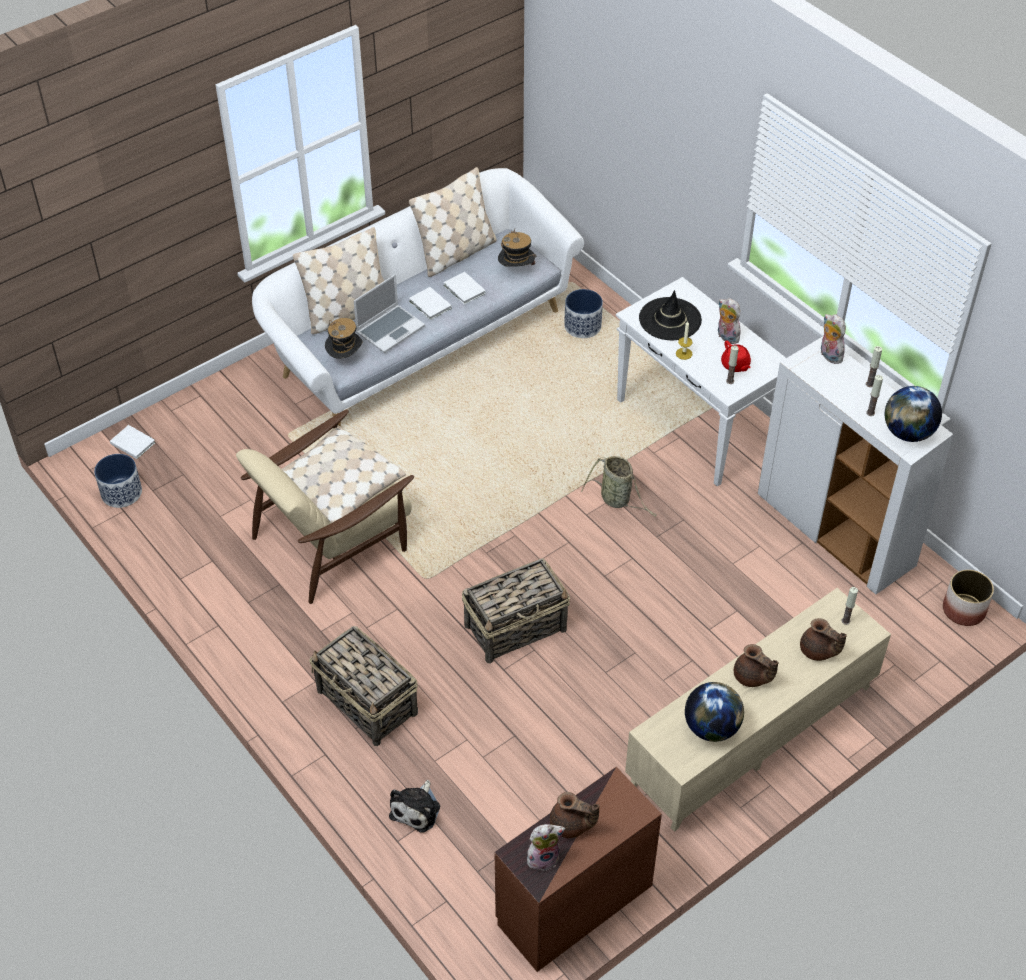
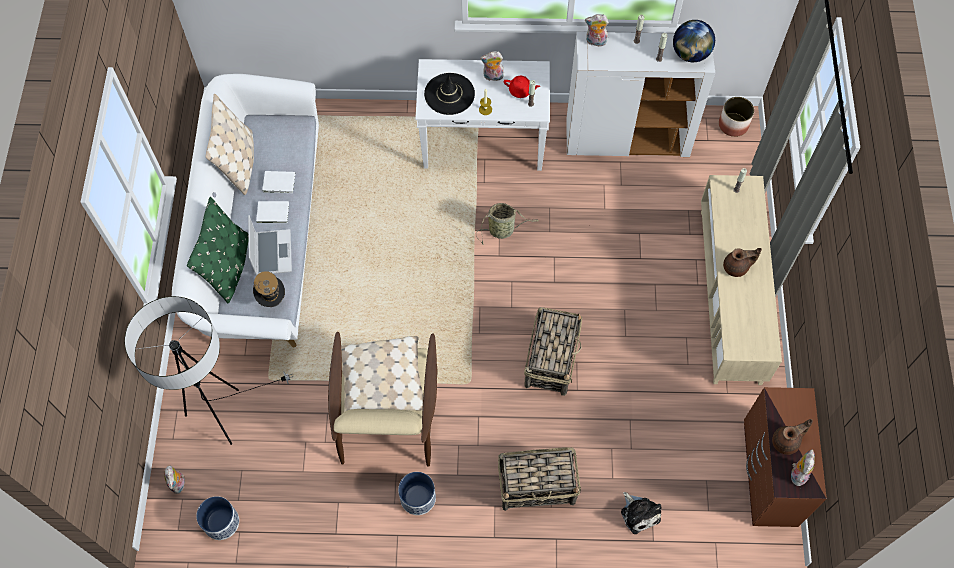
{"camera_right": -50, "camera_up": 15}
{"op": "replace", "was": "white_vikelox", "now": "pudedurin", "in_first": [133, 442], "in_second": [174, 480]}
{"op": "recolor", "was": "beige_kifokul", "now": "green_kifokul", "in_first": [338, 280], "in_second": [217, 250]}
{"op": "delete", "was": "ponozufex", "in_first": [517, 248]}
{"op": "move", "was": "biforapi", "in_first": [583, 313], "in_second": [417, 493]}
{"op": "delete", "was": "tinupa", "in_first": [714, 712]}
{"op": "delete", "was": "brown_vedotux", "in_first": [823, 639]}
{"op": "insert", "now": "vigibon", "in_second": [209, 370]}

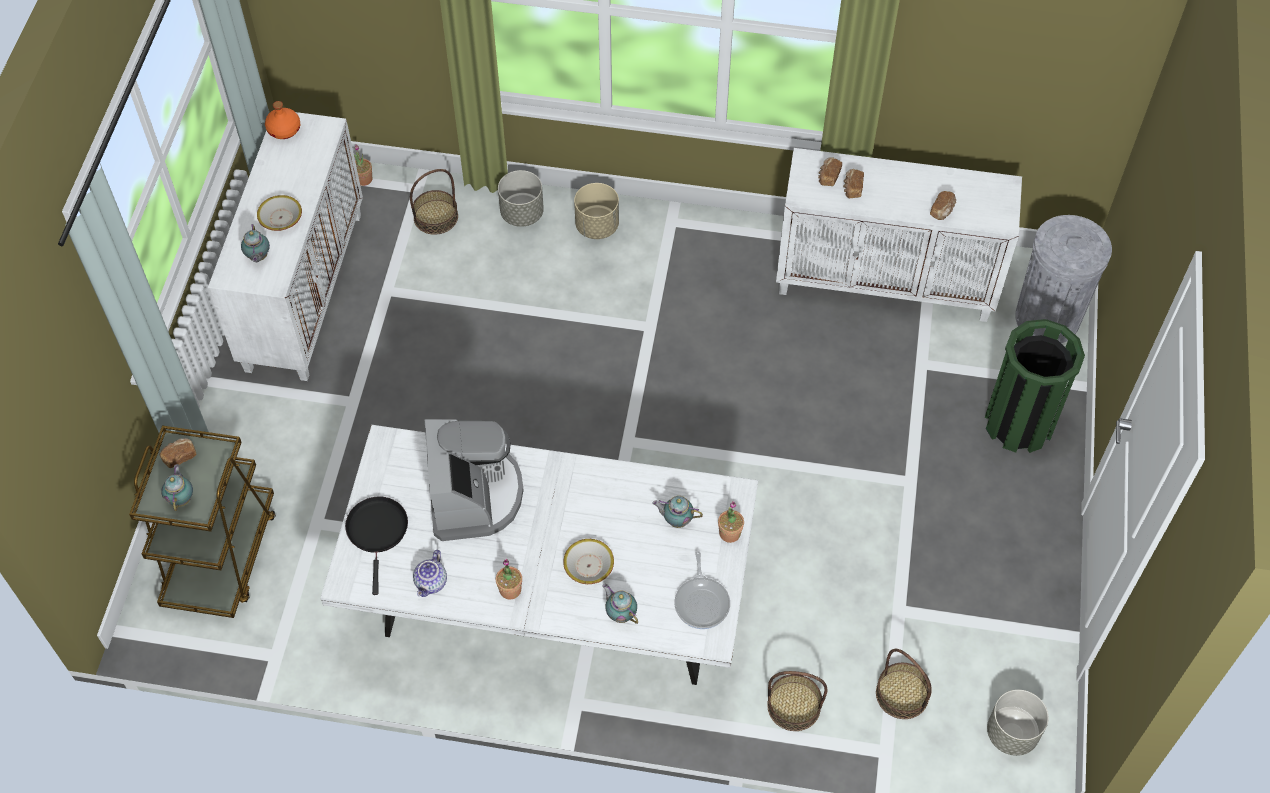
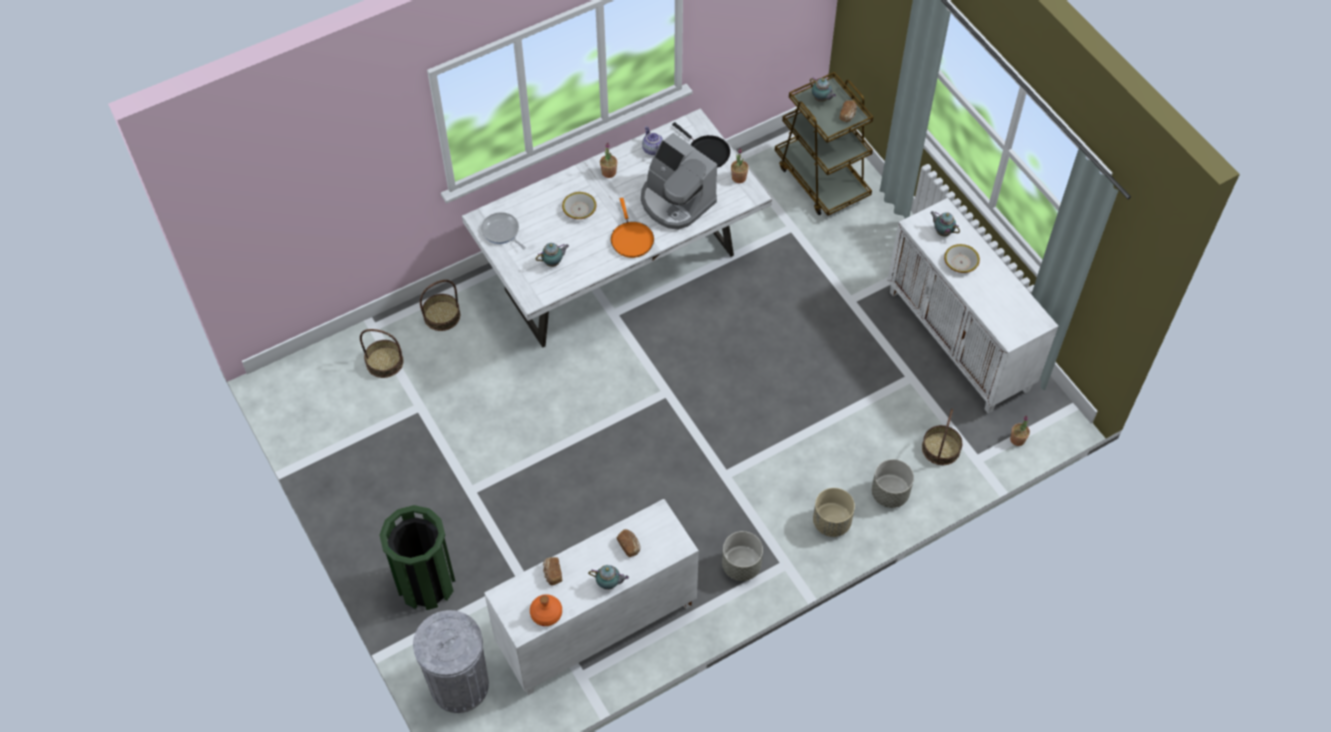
{"camera_right": 140, "camera_up": 0}
{"op": "move", "was": "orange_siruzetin", "in_first": [282, 120], "in_second": [546, 610]}
{"op": "move", "was": "vedotux", "in_first": [620, 604], "in_second": [608, 577]}
{"op": "move", "was": "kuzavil", "in_first": [731, 522], "in_second": [740, 165]}
{"op": "delete", "was": "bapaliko", "in_first": [830, 171]}
{"op": "move", "was": "grey_biforapi", "in_first": [1017, 723], "in_second": [742, 556]}
{"op": "insert", "now": "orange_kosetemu", "in_second": [632, 228]}

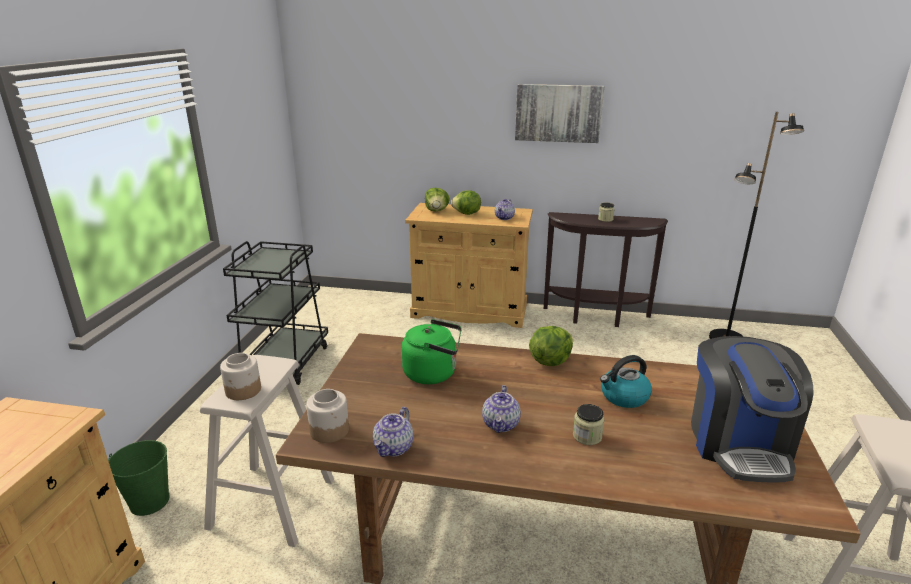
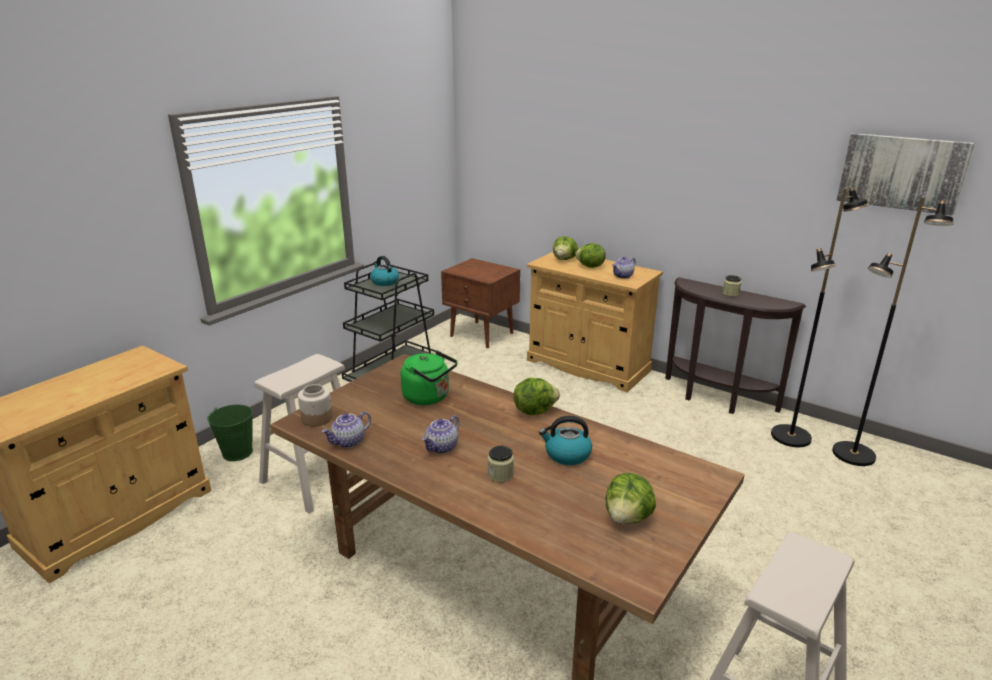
{"camera_right": 25, "camera_up": 0}
{"op": "delete", "was": "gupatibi", "in_first": [240, 376]}
{"op": "move", "was": "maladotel", "in_first": [559, 113], "in_second": [905, 174]}
{"op": "replace", "was": "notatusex", "now": "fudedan", "in_first": [752, 409], "in_second": [630, 498]}
{"op": "insert", "now": "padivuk", "in_second": [384, 271]}
{"op": "insert", "now": "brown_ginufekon", "in_second": [480, 303]}
{"op": "insert", "now": "black_vigibon", "in_second": [820, 317]}

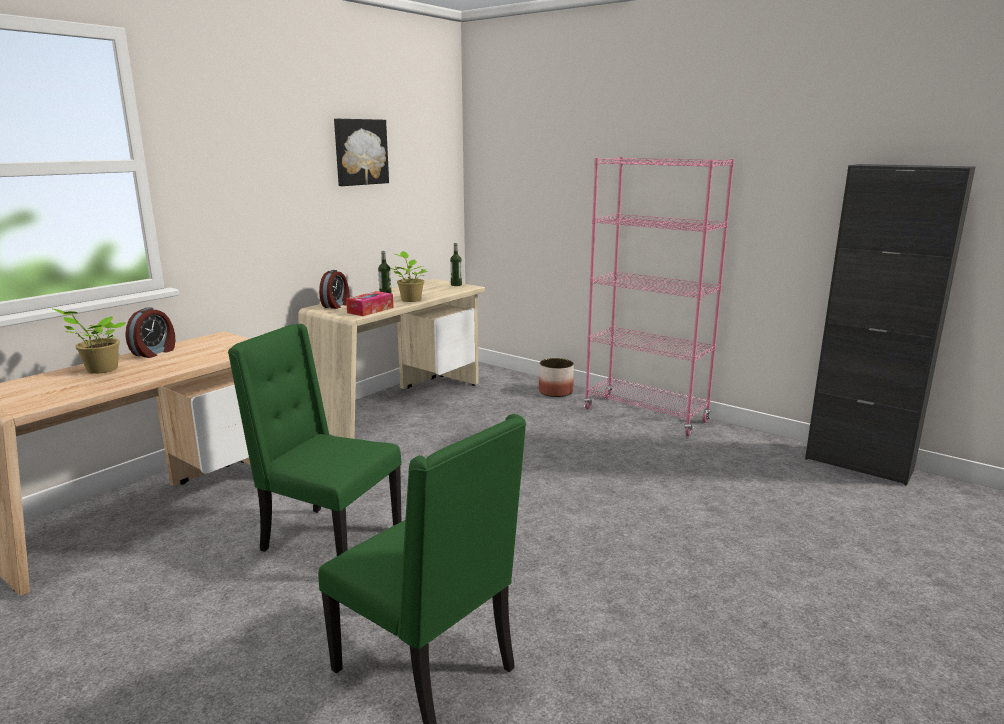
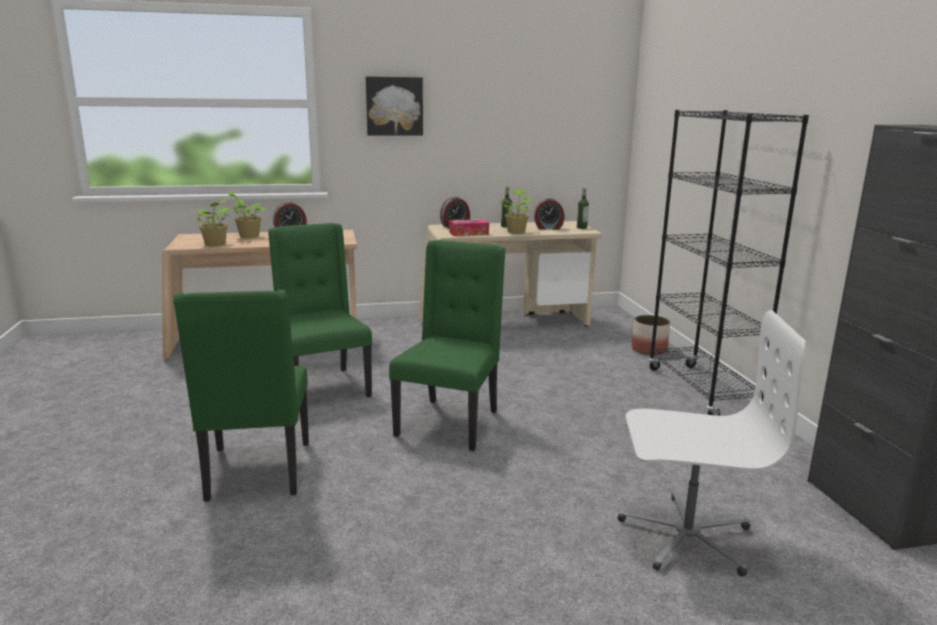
{"camera_right": 40, "camera_up": 0}
{"op": "move", "was": "maladotel", "in_first": [361, 152], "in_second": [394, 106]}
{"op": "recolor", "was": "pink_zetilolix", "now": "black_zetilolix", "in_first": [659, 296], "in_second": [728, 263]}
{"op": "insert", "now": "kuzavil", "in_second": [213, 222]}
{"op": "insert", "now": "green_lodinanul", "in_second": [447, 345]}
{"op": "insert", "now": "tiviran", "in_second": [549, 214]}
{"op": "insert", "now": "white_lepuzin", "in_second": [712, 443]}

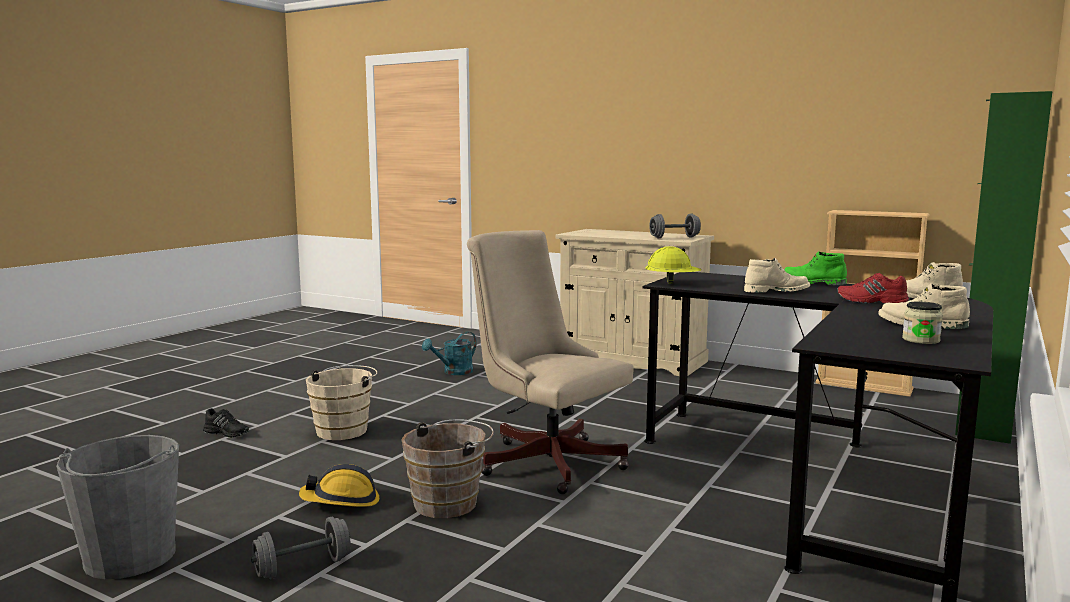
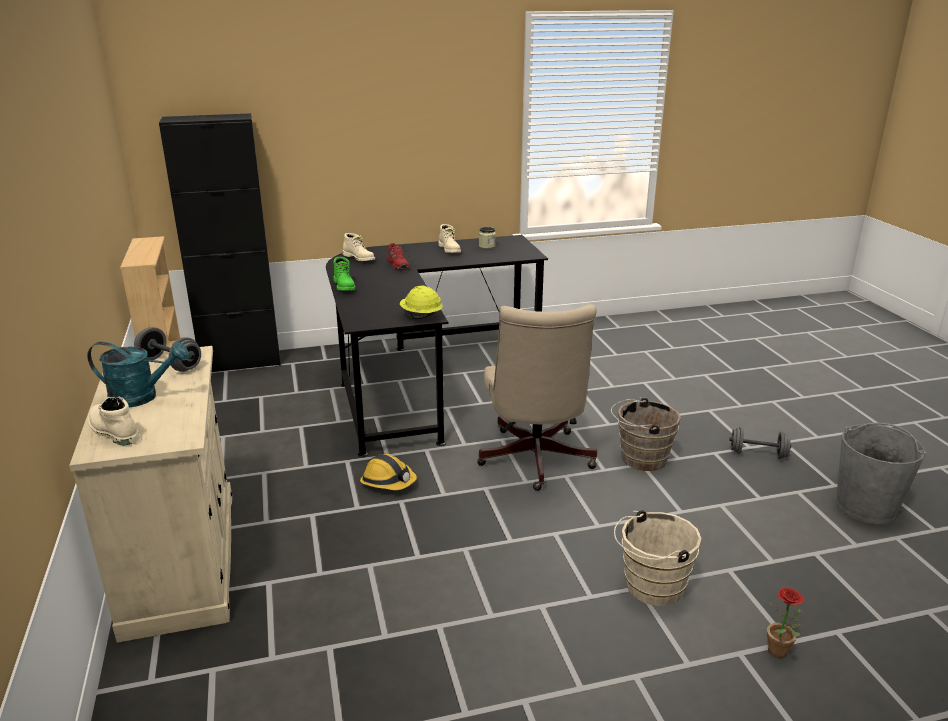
{"camera_right": -135, "camera_up": 15}
{"op": "replace", "was": "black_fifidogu", "now": "kuzavil", "in_first": [226, 423], "in_second": [785, 622]}
{"op": "move", "was": "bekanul", "in_first": [339, 485], "in_second": [388, 472]}
{"op": "move", "was": "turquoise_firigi", "in_first": [449, 353], "in_second": [138, 375]}
{"op": "move", "was": "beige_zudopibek", "in_first": [777, 275], "in_second": [114, 421]}
{"op": "recolor", "was": "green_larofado", "now": "black_larofado", "in_first": [1004, 267], "in_second": [220, 242]}

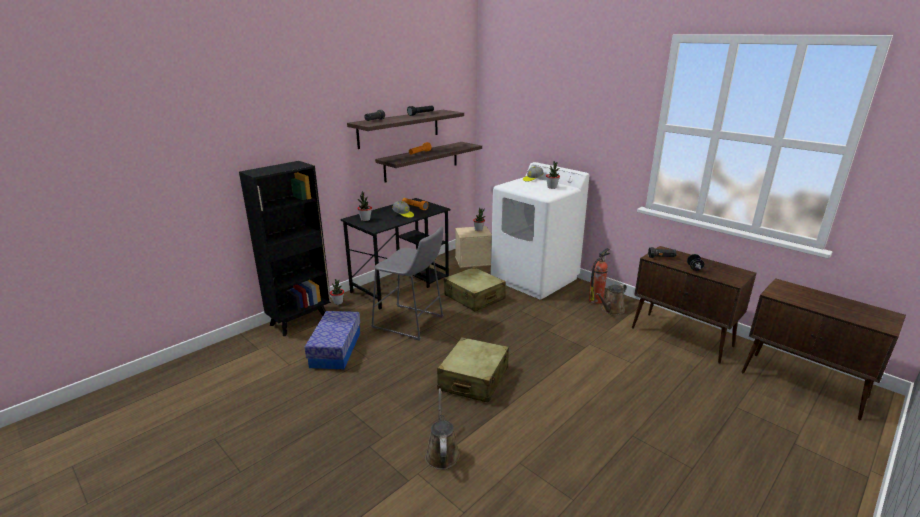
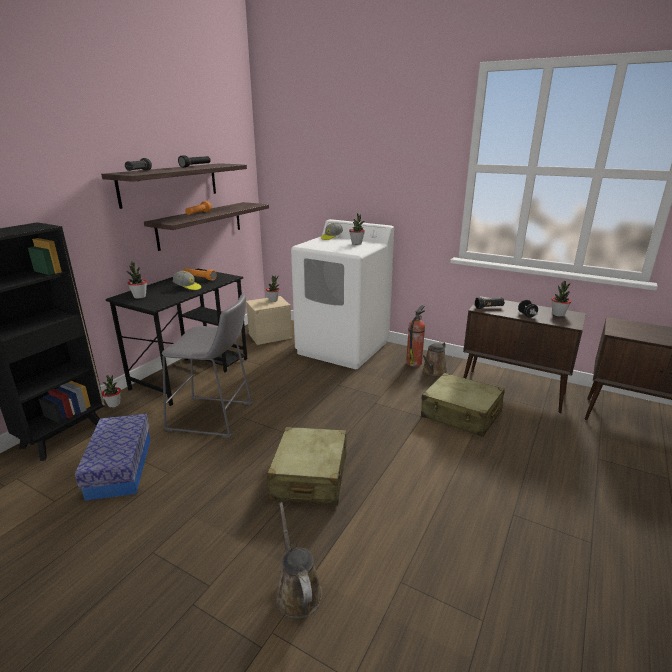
{"camera_right": -15, "camera_up": 0}
{"op": "move", "was": "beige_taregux", "in_first": [475, 289], "in_second": [463, 405]}
{"op": "insert", "now": "kuzavil", "in_second": [562, 299]}

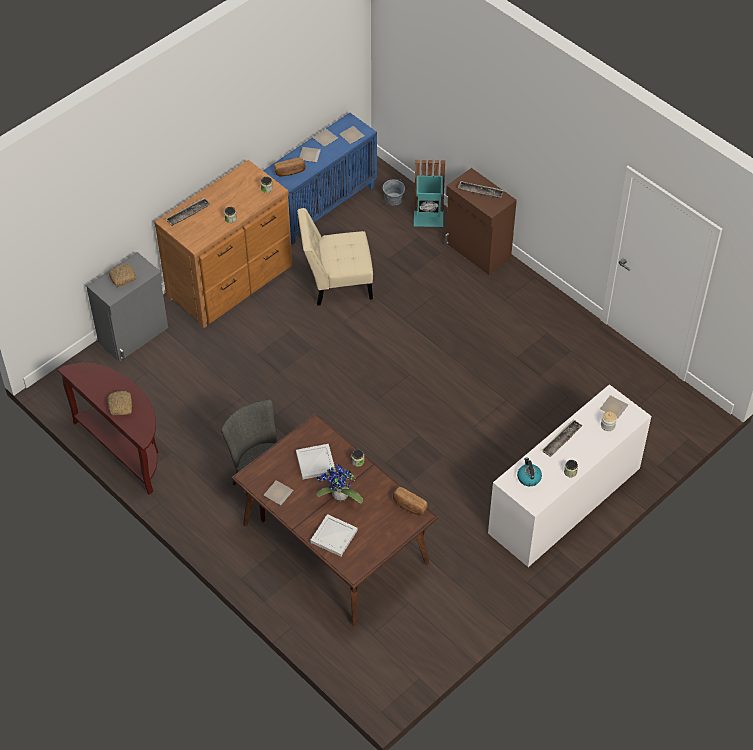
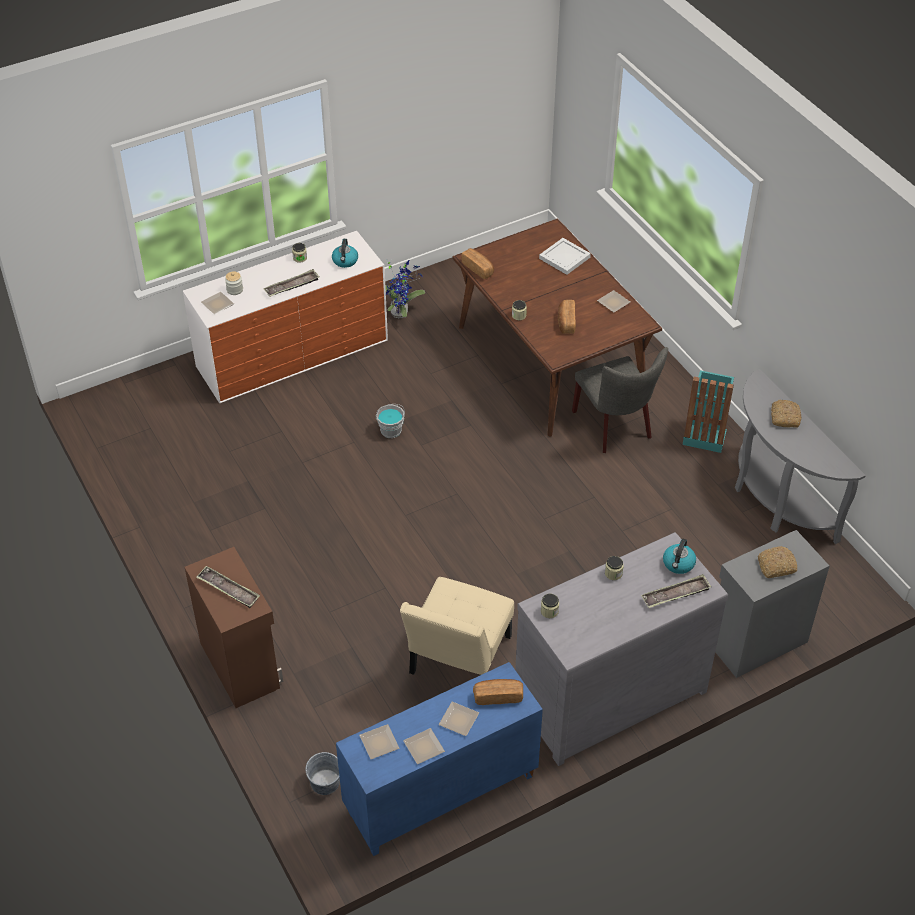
{"camera_right": -165, "camera_up": -5}
{"op": "recolor", "was": "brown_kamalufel", "now": "grey_kamalufel", "in_first": [108, 429], "in_second": [800, 456]}
{"op": "recolor", "was": "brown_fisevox", "now": "grey_fisevox", "in_first": [223, 244], "in_second": [621, 649]}
{"op": "replace", "was": "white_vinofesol", "now": "bapaliko", "in_first": [316, 461], "in_second": [567, 317]}
{"op": "rotate", "was": "beige_lodinanul", "in_first": [335, 257], "in_second": [457, 626], "clockwise": 105}
{"op": "move", "was": "kuzavil", "in_first": [339, 483], "in_second": [405, 289]}
{"op": "move", "was": "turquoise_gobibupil", "in_first": [429, 193], "in_second": [708, 411]}
{"op": "insert", "now": "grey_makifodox", "in_second": [390, 421]}
{"op": "insert", "now": "padivuk", "in_second": [679, 556]}

